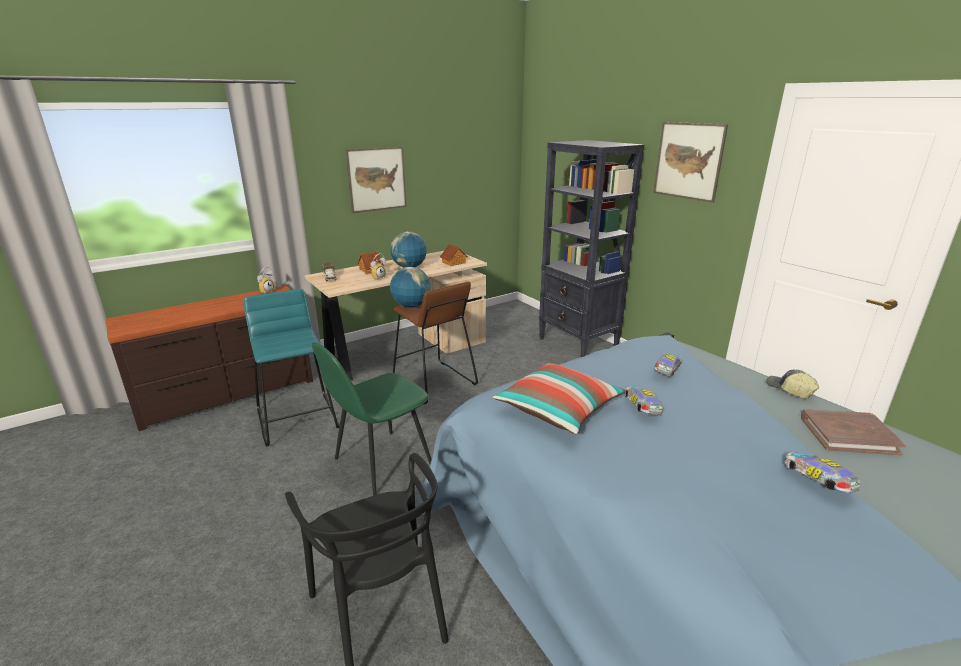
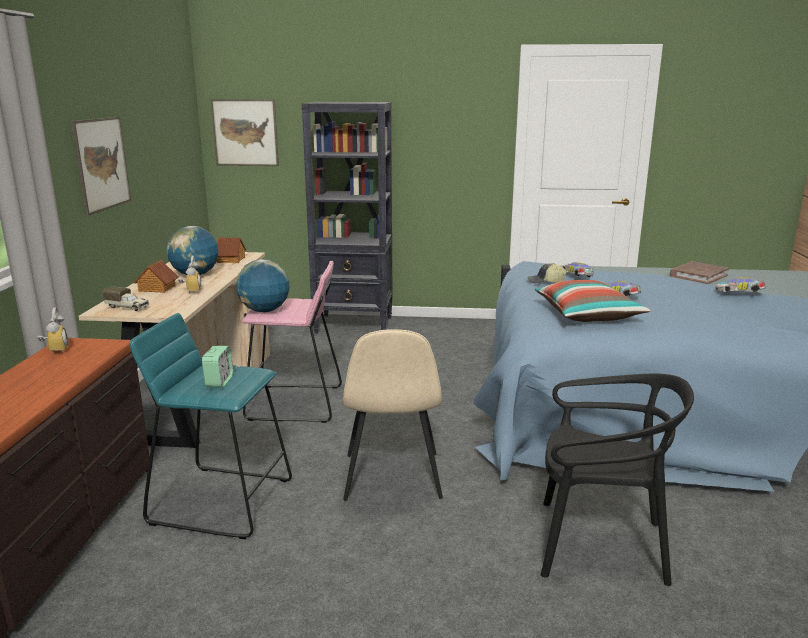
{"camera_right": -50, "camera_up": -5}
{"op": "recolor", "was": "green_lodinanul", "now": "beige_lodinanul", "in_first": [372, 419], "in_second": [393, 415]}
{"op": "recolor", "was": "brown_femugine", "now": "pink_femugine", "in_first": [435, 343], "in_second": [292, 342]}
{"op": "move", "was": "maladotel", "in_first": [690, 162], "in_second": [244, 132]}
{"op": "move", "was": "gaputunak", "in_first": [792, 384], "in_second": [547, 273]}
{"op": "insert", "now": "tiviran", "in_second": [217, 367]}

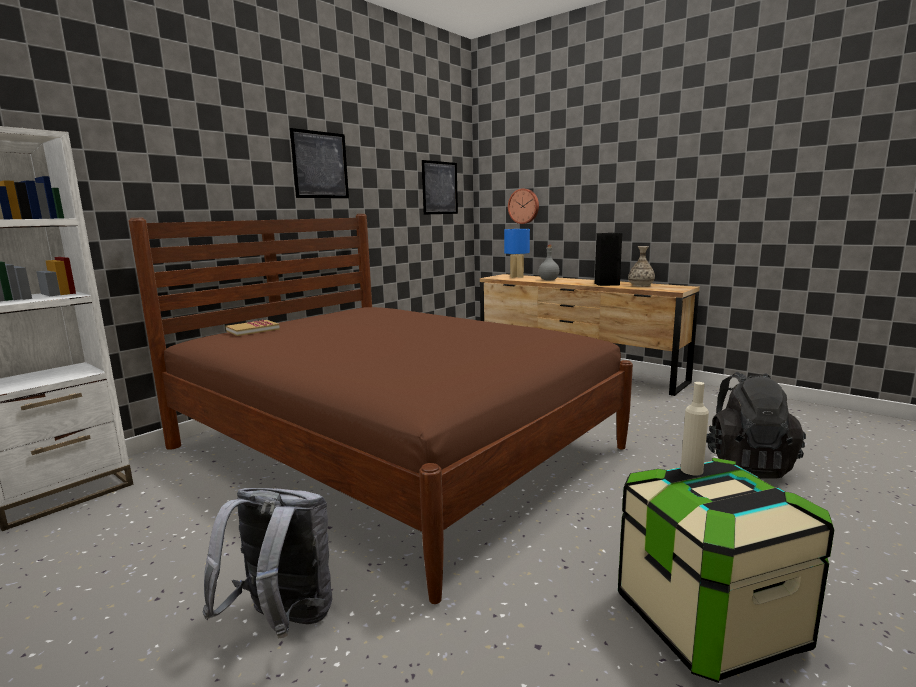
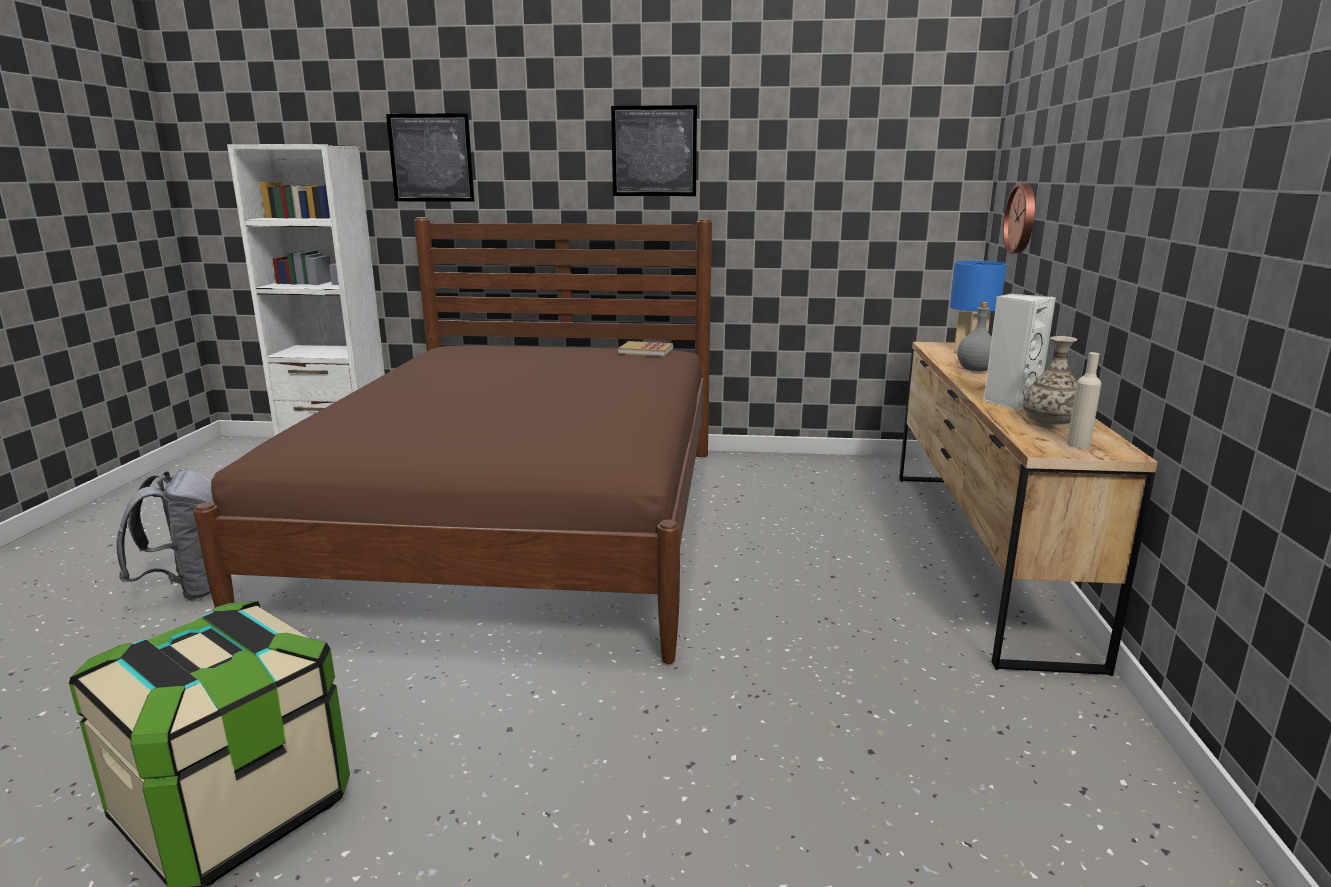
{"camera_right": 55, "camera_up": 5}
{"op": "move", "was": "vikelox", "in_first": [252, 328], "in_second": [645, 349]}
{"op": "move", "was": "maladotel", "in_first": [440, 187], "in_second": [430, 157]}
{"op": "recolor", "was": "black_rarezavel", "now": "white_rarezavel", "in_first": [608, 259], "in_second": [1019, 352]}
{"op": "move", "was": "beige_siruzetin", "in_first": [695, 428], "in_second": [1084, 400]}
{"op": "delete", "was": "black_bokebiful", "in_first": [756, 425]}

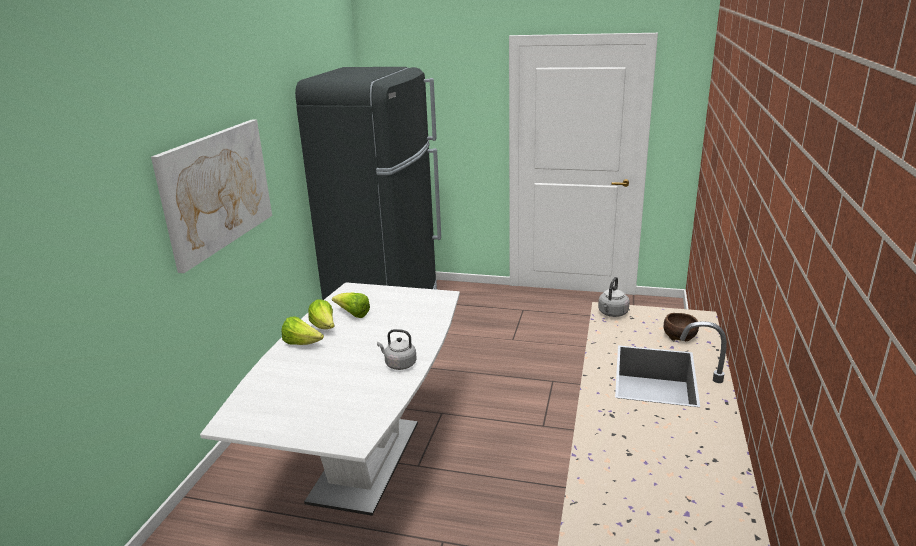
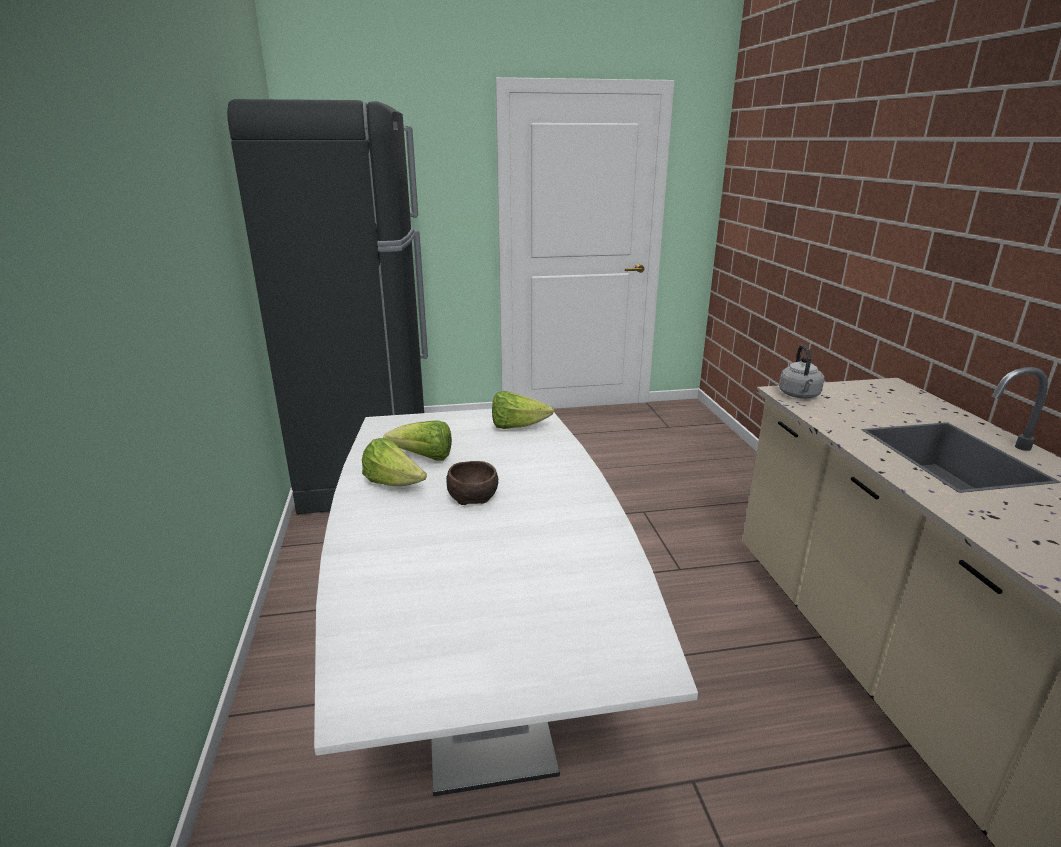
{"camera_right": -25, "camera_up": 0}
{"op": "delete", "was": "maladotel", "in_first": [211, 196]}
{"op": "move", "was": "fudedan", "in_first": [302, 331], "in_second": [523, 410]}
{"op": "delete", "was": "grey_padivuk", "in_first": [397, 349]}
{"op": "move", "was": "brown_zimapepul", "in_first": [681, 327], "in_second": [472, 483]}

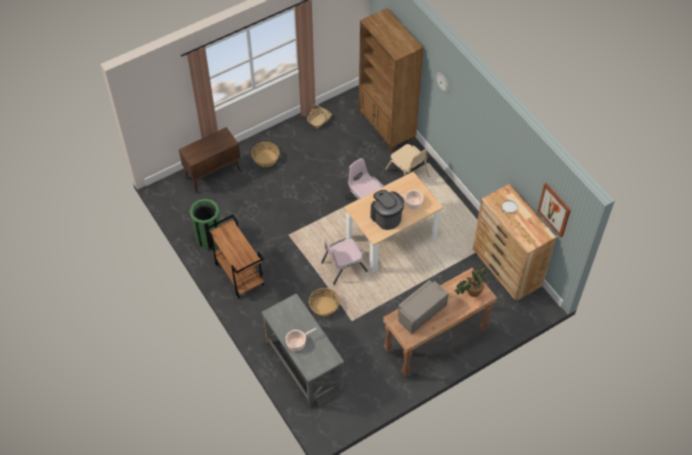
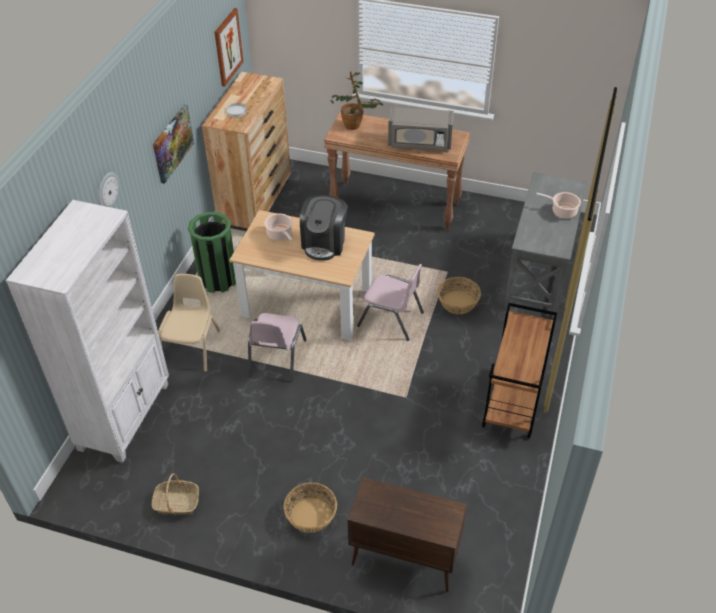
{"camera_right": -130, "camera_up": -10}
{"op": "move", "was": "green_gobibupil", "in_first": [205, 225], "in_second": [212, 252]}
{"op": "recolor", "was": "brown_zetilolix", "now": "white_zetilolix", "in_first": [391, 80], "in_second": [87, 331]}
{"op": "insert", "now": "maladotel", "in_second": [173, 144]}

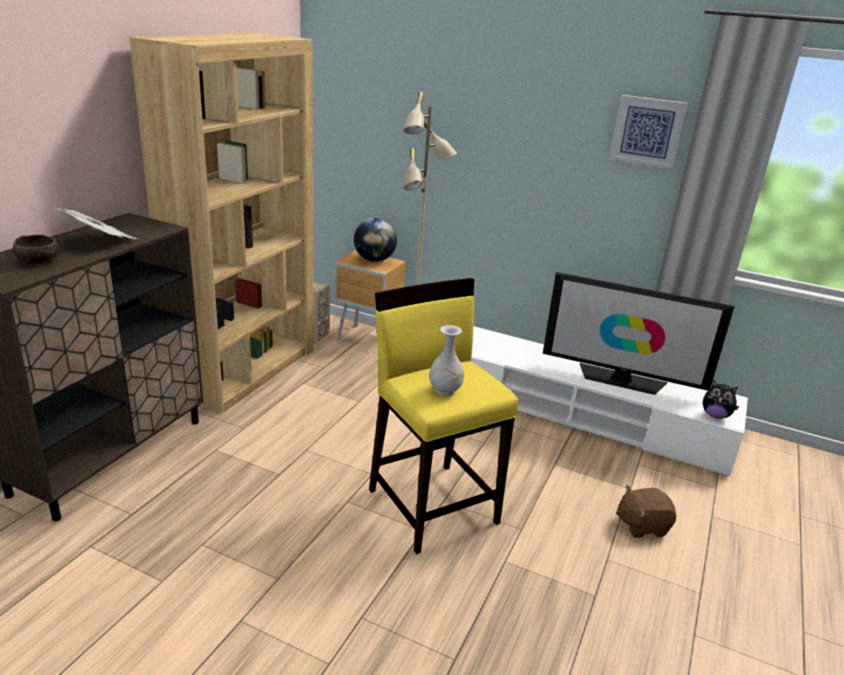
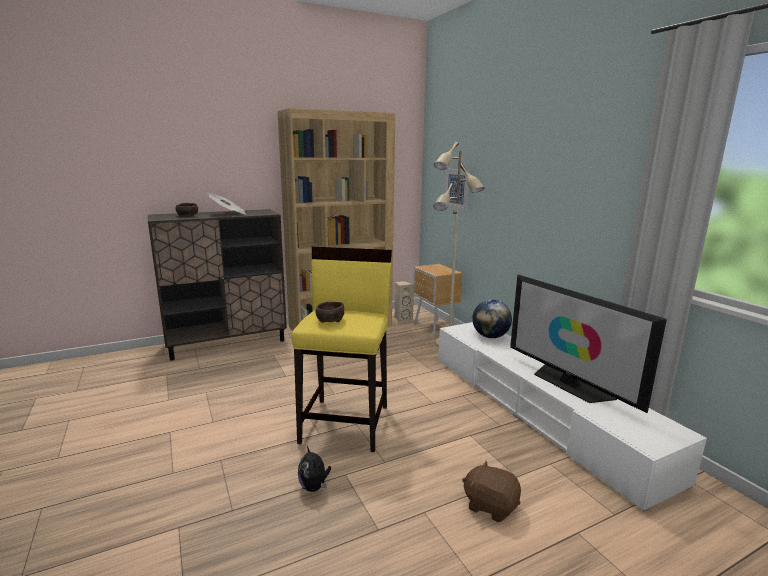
{"camera_right": 40, "camera_up": -10}
{"op": "move", "was": "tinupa", "in_first": [375, 240], "in_second": [492, 319]}
{"op": "replace", "was": "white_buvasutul", "now": "brown_zimapepul", "in_first": [446, 360], "in_second": [329, 312]}
{"op": "move", "was": "maladotel", "in_first": [648, 132], "in_second": [457, 189]}
{"op": "move", "was": "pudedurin", "in_first": [721, 399], "in_second": [314, 469]}

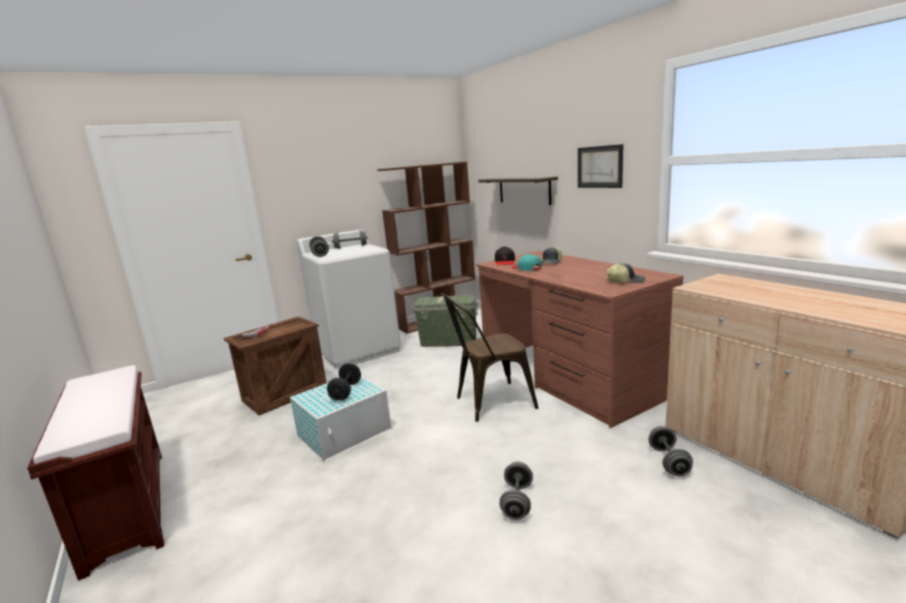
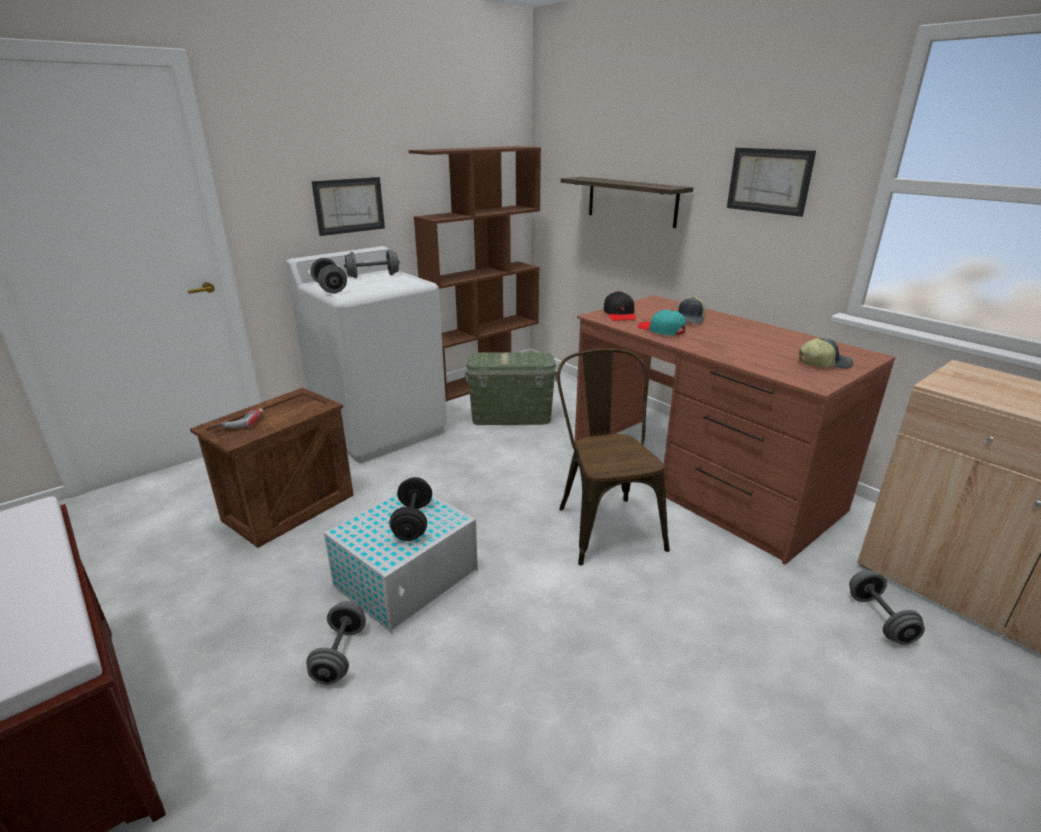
{"camera_right": -10, "camera_up": 10}
{"op": "rotate", "was": "brown_lodinanul", "in_first": [489, 357], "in_second": [613, 457], "clockwise": 105}
{"op": "move", "was": "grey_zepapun", "in_first": [516, 491], "in_second": [336, 643]}
{"op": "insert", "now": "maladotel", "in_second": [348, 206]}

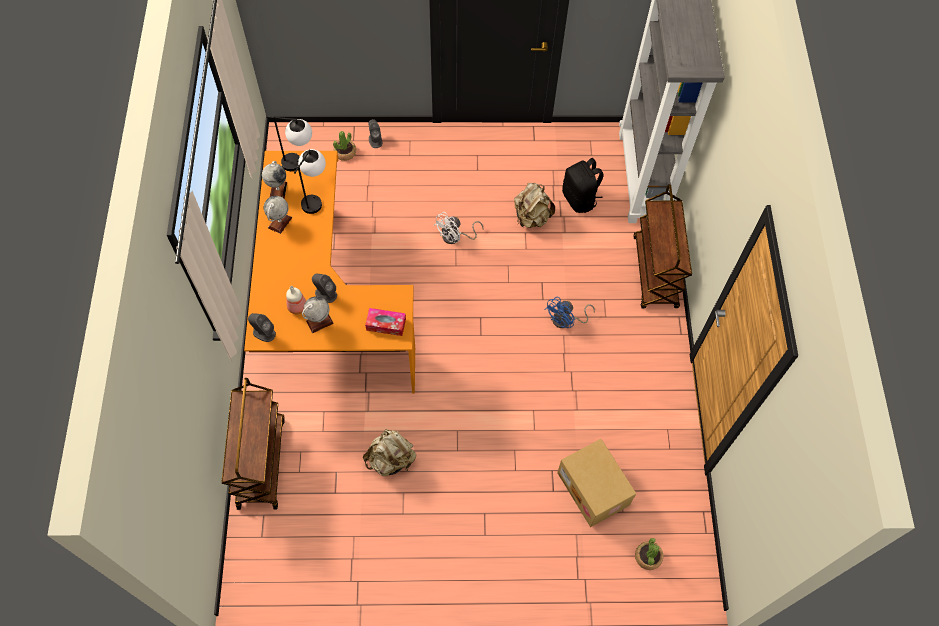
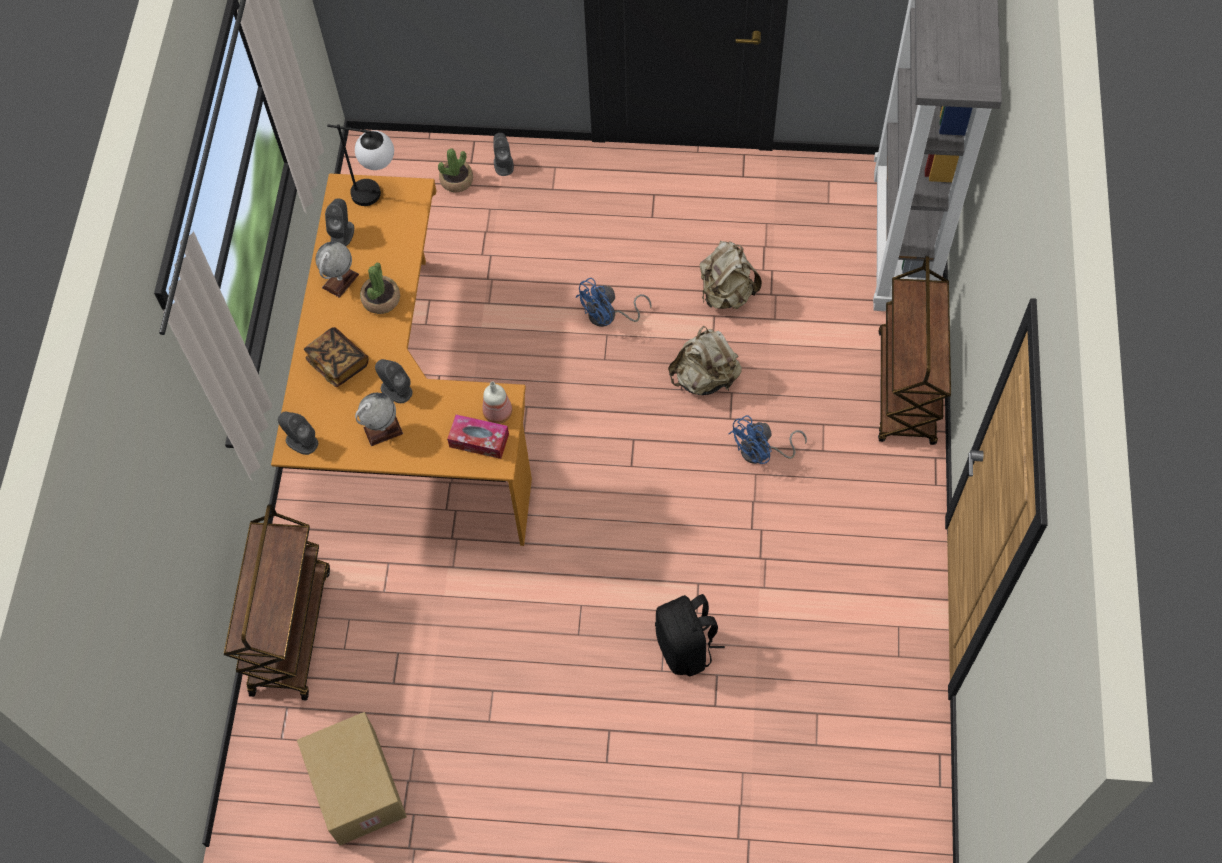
{"camera_right": 10, "camera_up": 0}
{"op": "replace", "was": "tinupa", "now": "grey_rarezavel", "in_first": [274, 180], "in_second": [339, 222]}
{"op": "move", "was": "siruzetin", "in_first": [296, 300], "in_second": [497, 403]}
{"op": "delete", "was": "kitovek", "in_first": [310, 181]}
{"op": "move", "was": "beige_bokebiful", "in_first": [389, 452], "in_second": [705, 360]}
{"op": "recolor", "was": "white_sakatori", "now": "blue_sakatori", "in_first": [458, 228], "in_second": [613, 302]}
{"op": "move", "was": "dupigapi", "in_first": [596, 483], "in_second": [352, 779]}
{"op": "move", "was": "black_bokebiful", "in_first": [583, 185], "in_second": [690, 635]}
{"op": "move", "was": "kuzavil", "in_first": [649, 554], "in_second": [380, 288]}
{"op": "insert", "now": "vikelox", "in_second": [336, 357]}

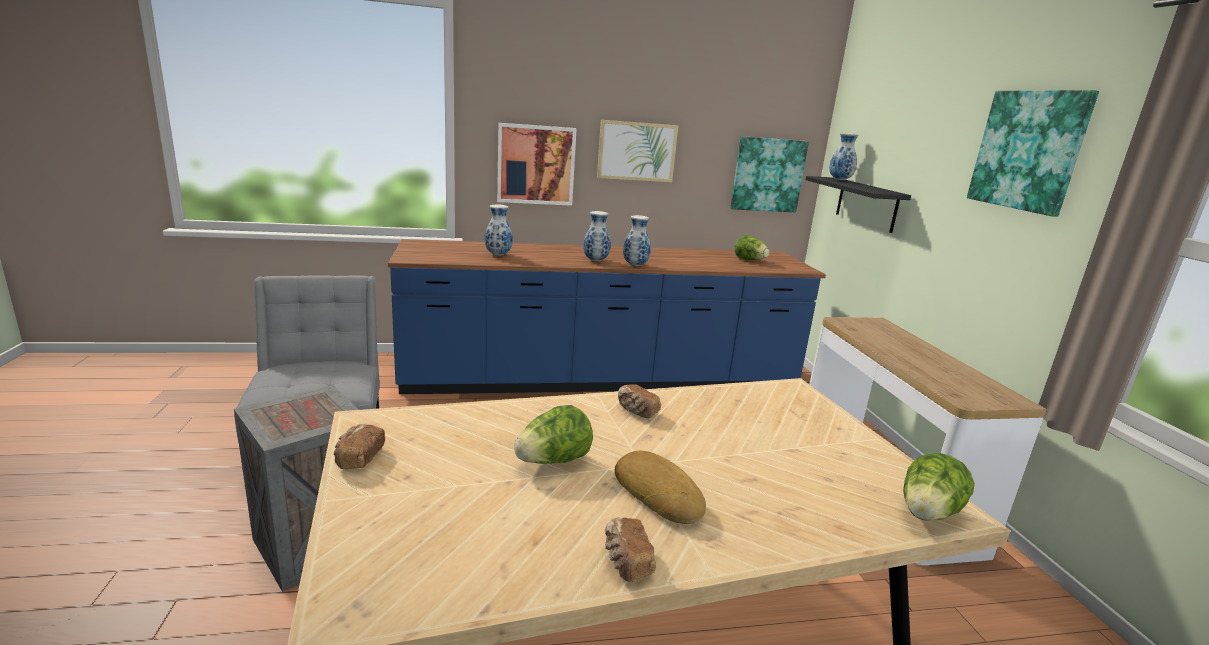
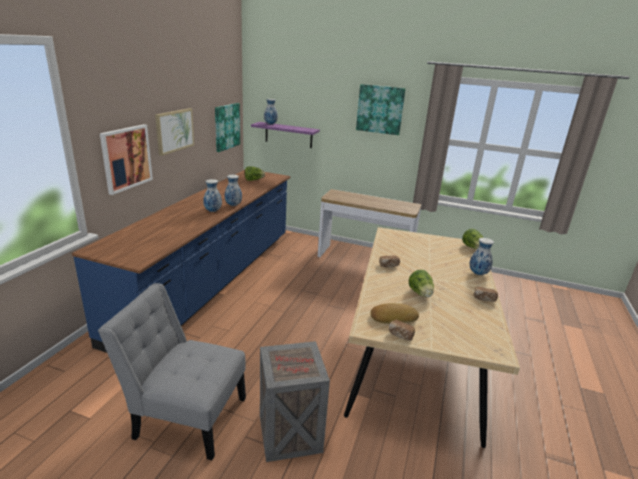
{"camera_right": -60, "camera_up": 5}
{"op": "move", "was": "buvasutul", "in_first": [499, 230], "in_second": [482, 256]}
{"op": "move", "was": "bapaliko", "in_first": [660, 487], "in_second": [394, 313]}
{"op": "recolor", "was": "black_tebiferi", "now": "purple_tebiferi", "in_first": [858, 204], "in_second": [285, 135]}

